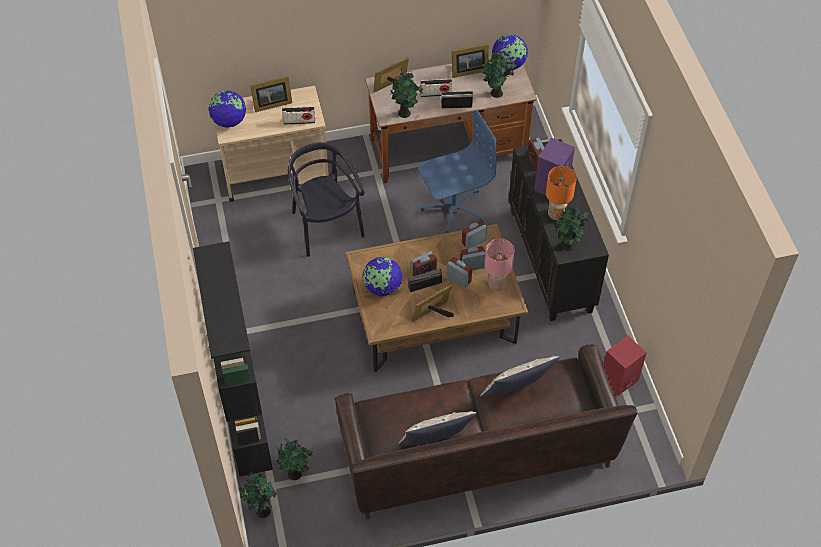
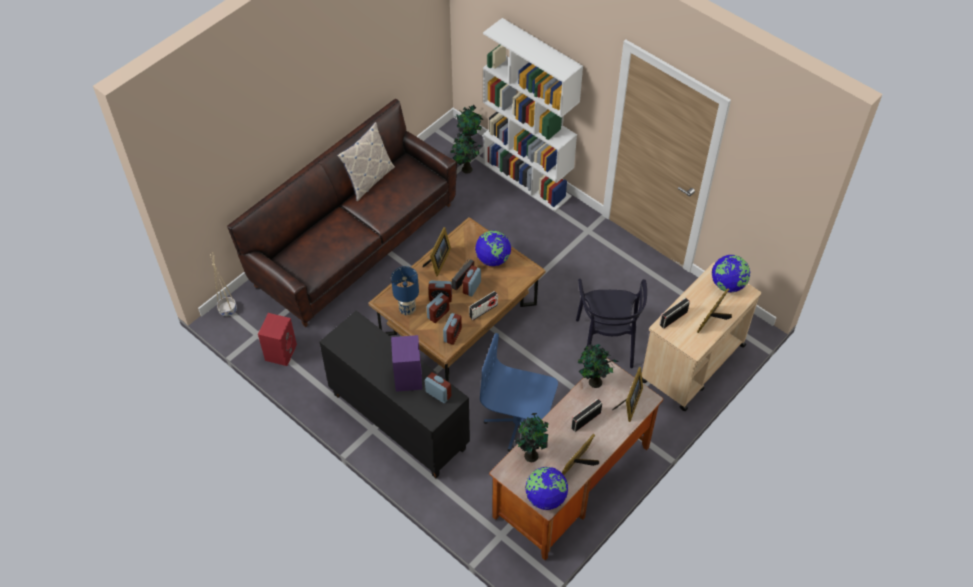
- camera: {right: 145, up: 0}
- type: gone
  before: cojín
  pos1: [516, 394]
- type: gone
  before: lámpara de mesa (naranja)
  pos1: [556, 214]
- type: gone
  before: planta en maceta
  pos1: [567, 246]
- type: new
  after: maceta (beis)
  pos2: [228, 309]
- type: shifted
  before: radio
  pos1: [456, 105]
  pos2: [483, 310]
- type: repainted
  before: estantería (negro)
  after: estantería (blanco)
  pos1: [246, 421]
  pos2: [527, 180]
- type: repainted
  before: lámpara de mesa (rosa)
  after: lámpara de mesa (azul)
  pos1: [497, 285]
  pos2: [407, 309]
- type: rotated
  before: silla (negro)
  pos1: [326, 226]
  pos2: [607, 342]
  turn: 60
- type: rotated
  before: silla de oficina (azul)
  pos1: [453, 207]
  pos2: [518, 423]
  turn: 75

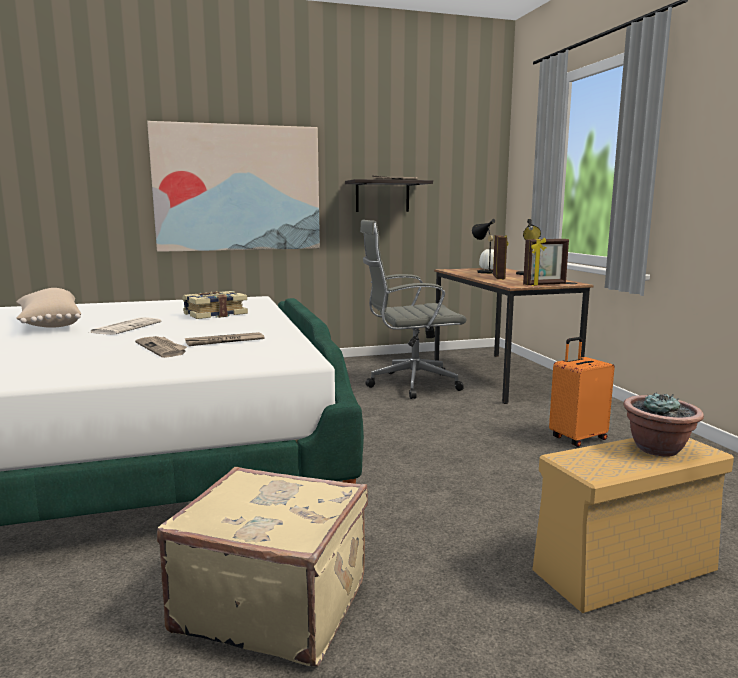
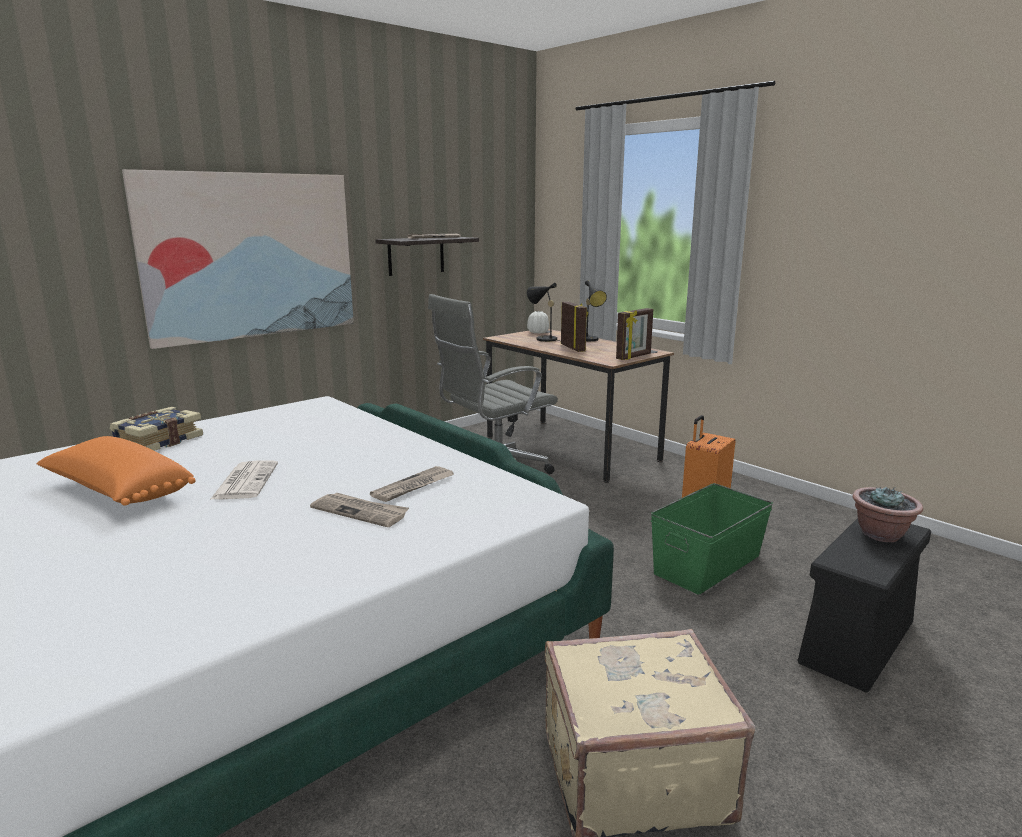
- camera: {right: -25, up: 5}
- type: new
  after: caja de almacenaje (verde)
  pos2: [708, 564]
- type: shifted
  before: libro
  pos1: [215, 314]
  pos2: [158, 441]
- type: repainted
  before: cojín (beis)
  after: cojín (naranja)
  pos1: [49, 324]
  pos2: [117, 491]
- type: repainted
  before: caja de almacenaje (beis)
  after: caja de almacenaje (negro)
  pos1: [623, 572]
  pos2: [857, 643]

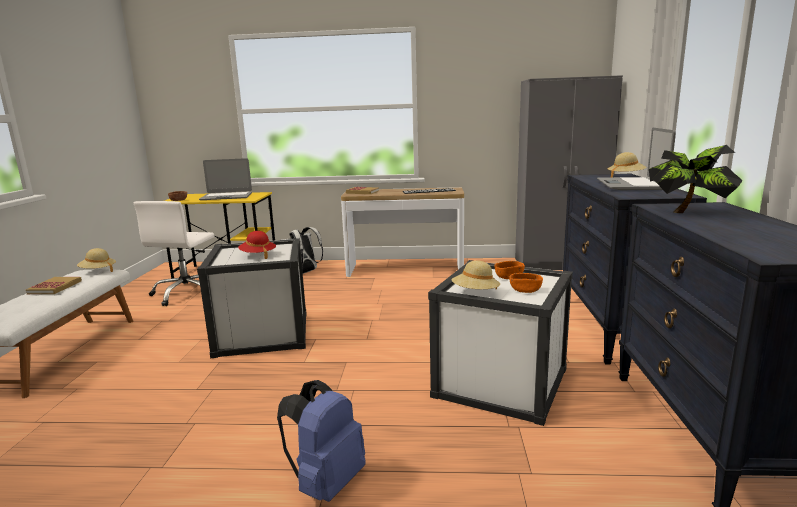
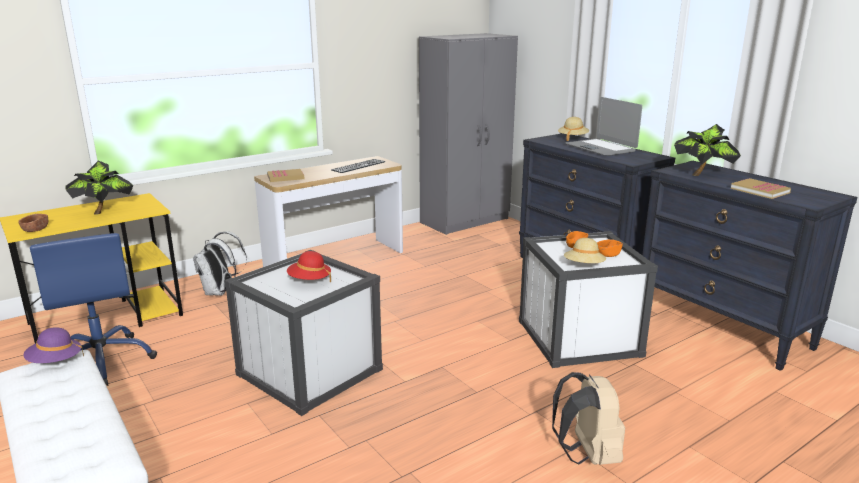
- camera: {right: -40, up: 5}
- type: shifted
  before: libro
  pos1: [55, 287]
  pos2: [760, 190]
- type: swapped
  before: portátil
  after: planta en maceta
  pos1: [226, 197]
  pos2: [104, 211]
- type: repainted
  before: sombrero (beis)
  after: sombrero (morado)
  pos1: [98, 271]
  pos2: [55, 362]
- type: repainted
  before: silla de oficina (blanco)
  after: silla de oficina (azul)
  pos1: [187, 293]
  pos2: [103, 361]
- type: repainted
  before: mochila (azul)
  after: mochila (beis)
  pos1: [326, 482]
  pos2: [587, 455]

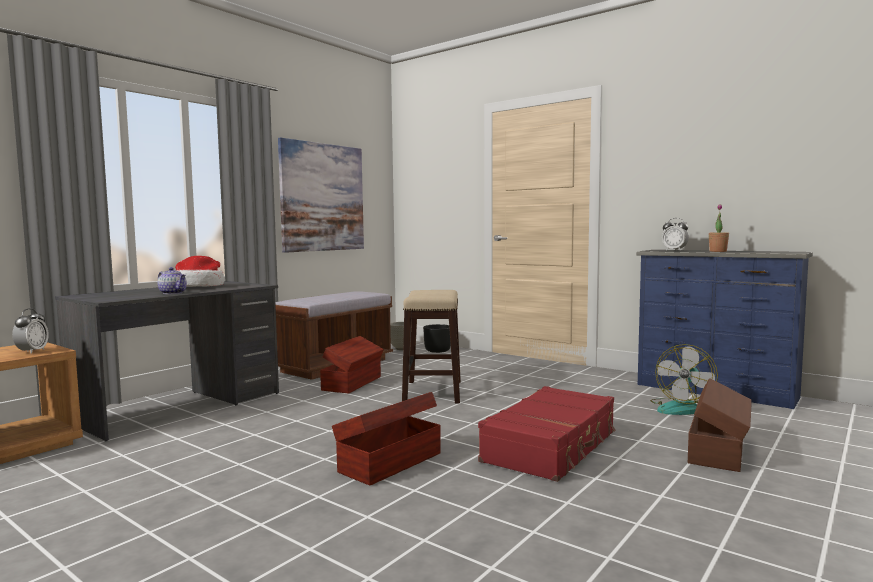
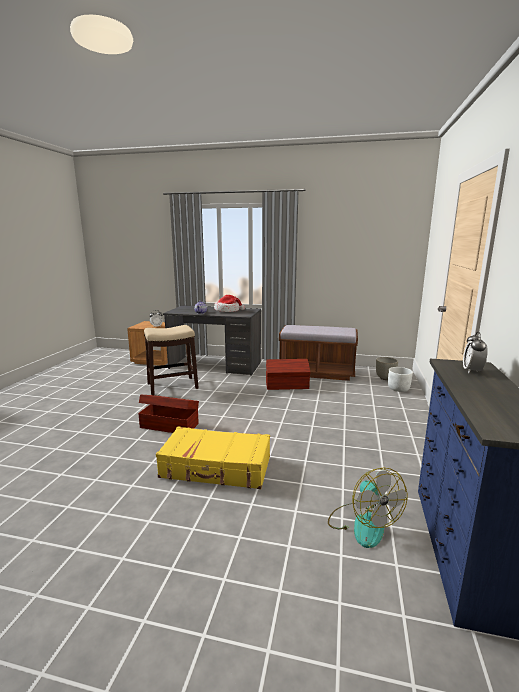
- camera: {right: 65, up: 10}
- type: gone
  before: cuadro
  pos1: [322, 197]
- type: gone
  before: caja de almacenaje (marrón)
  pos1: [718, 450]
- type: gone
  before: planta en maceta
  pos1: [718, 251]
- type: shifted
  before: taburete
  pos1: [433, 392]
  pos2: [172, 386]
- type: repainted
  before: maceta (negro)
  after: maceta (blanco)
  pos1: [437, 351]
  pos2: [398, 389]
- type: repainted
  before: maleta (rojo)
  after: maleta (amarillo)
  pos1: [551, 447]
  pos2: [216, 468]
- type: rotated
  before: ventilador
  pos1: [681, 408]
  pos2: [362, 524]
  turn: -120

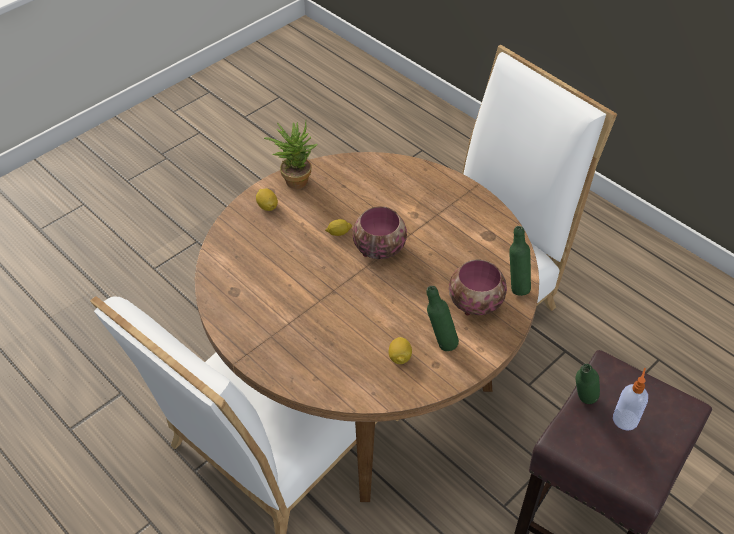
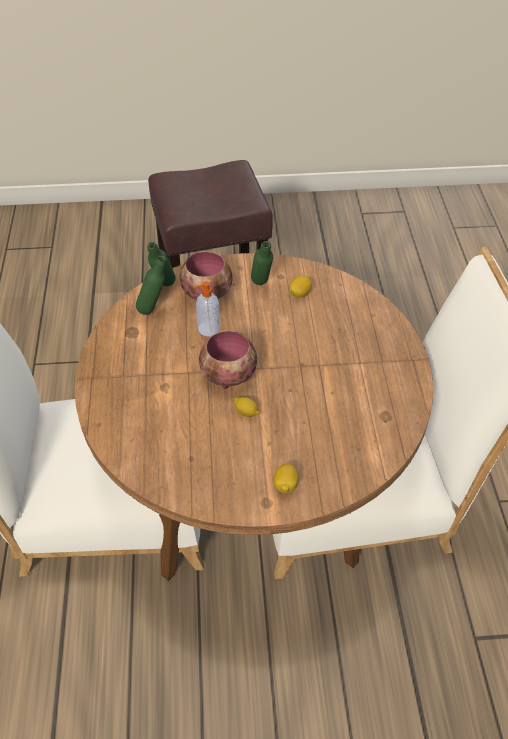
- camera: {right: -140, up: 0}
- type: gone
  before: planta en maceta
  pos1: [294, 178]
- type: shifted
  before: botella (verde)
  pos1: [581, 403]
  pos2: [154, 310]
- type: shifted
  before: dispensador de jabón
  pos1: [625, 418]
  pos2: [208, 329]

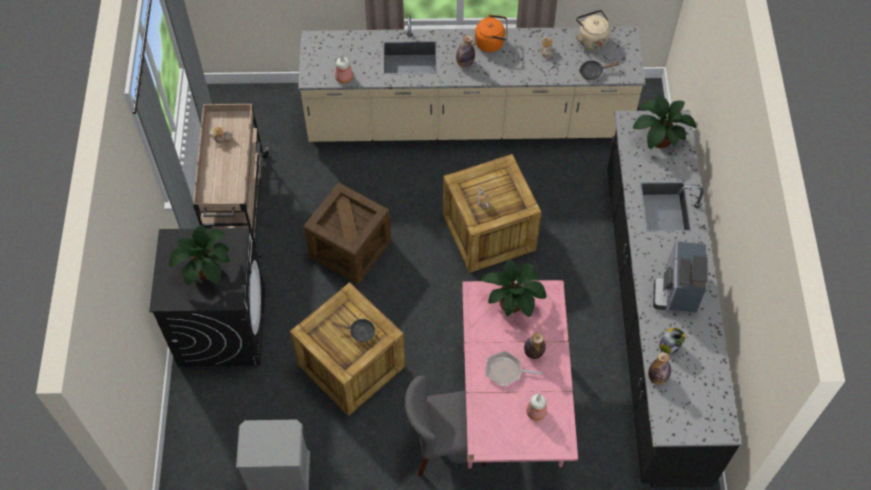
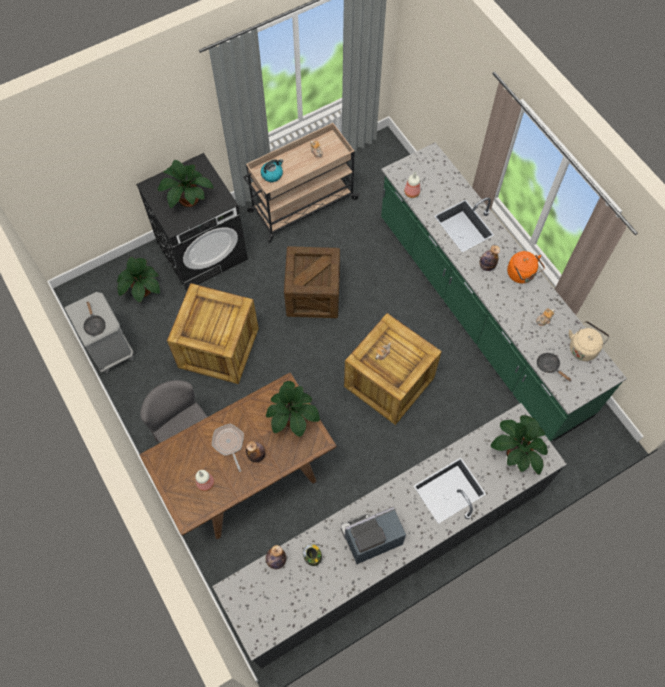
- camera: {right: 60, up: 5}
- type: new
  after: planta en maceta
  pos2: [142, 290]
- type: new
  after: hervidor
  pos2: [272, 174]
- type: shifted
  before: sartén (negro)
  pos1: [359, 332]
  pos2: [94, 325]
- type: repainted
  before: mueble bajo de cocina (beis)
  after: mueble bajo de cocina (verde)
  pos1: [468, 122]
  pos2: [480, 315]
- type: repainted
  before: mesa de comedor (rosa)
  after: mesa de comedor (marrón)
  pos1: [512, 407]
  pos2: [246, 476]

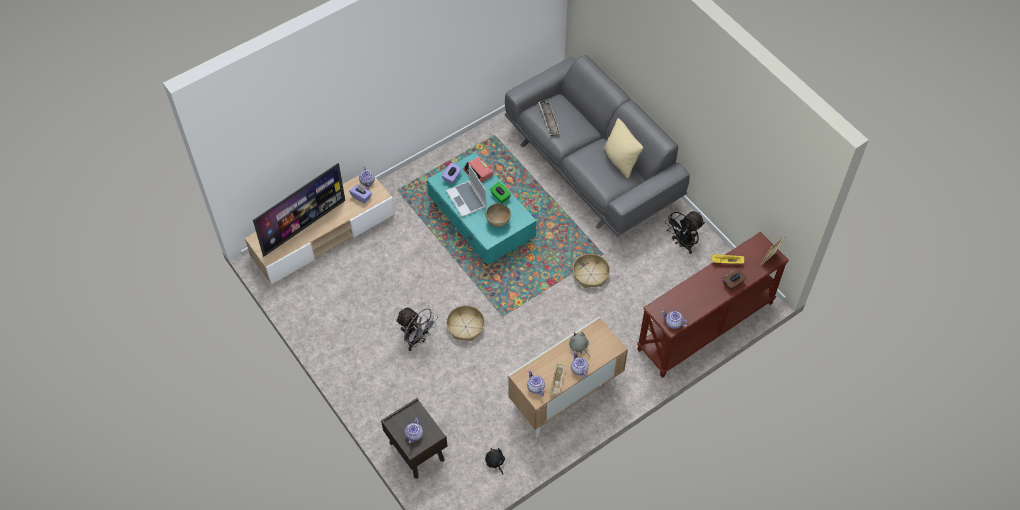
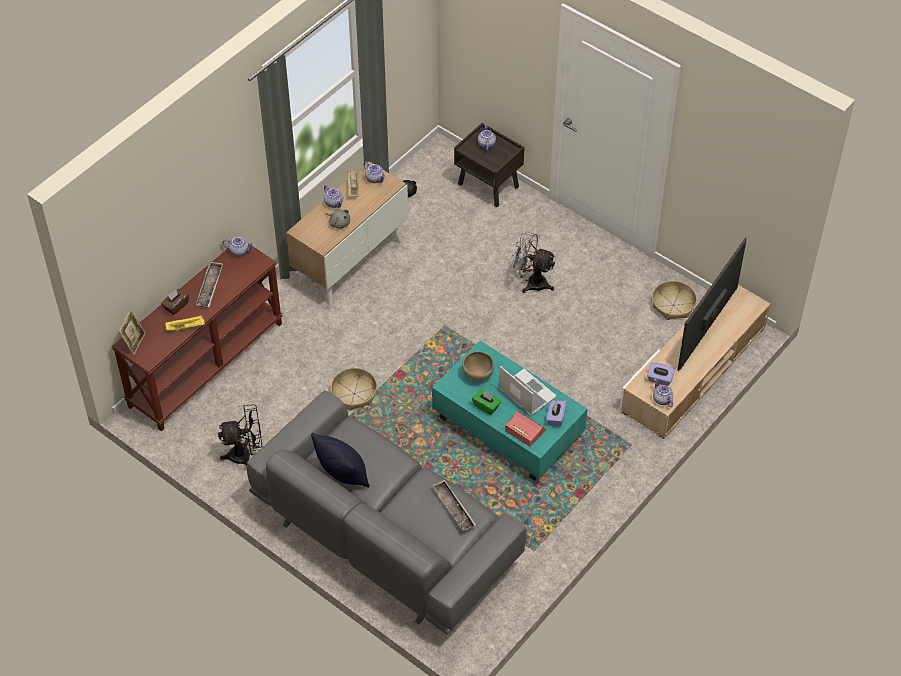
- camera: {right: 165, up: -5}
- type: new
  after: bandeja
  pos2: [210, 287]
- type: shifted
  before: cesta
  pos1: [465, 326]
  pos2: [673, 305]
- type: repainted
  before: cojín (beis)
  after: cojín (negro)
  pos1: [620, 161]
  pos2: [342, 475]
- type: rotated
  before: ventilador (negro)
  pos1: [683, 244]
  pos2: [246, 455]
  turn: 45

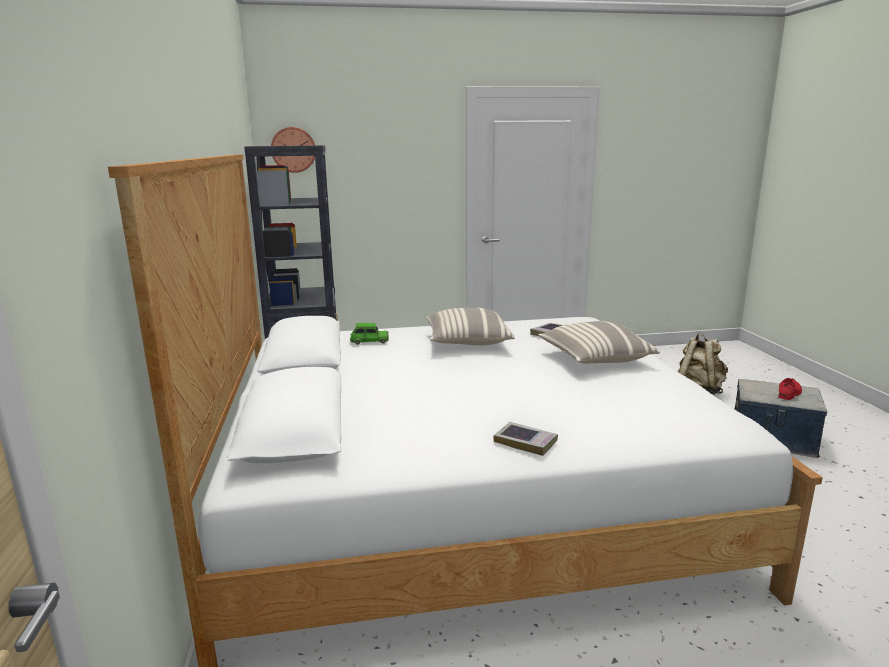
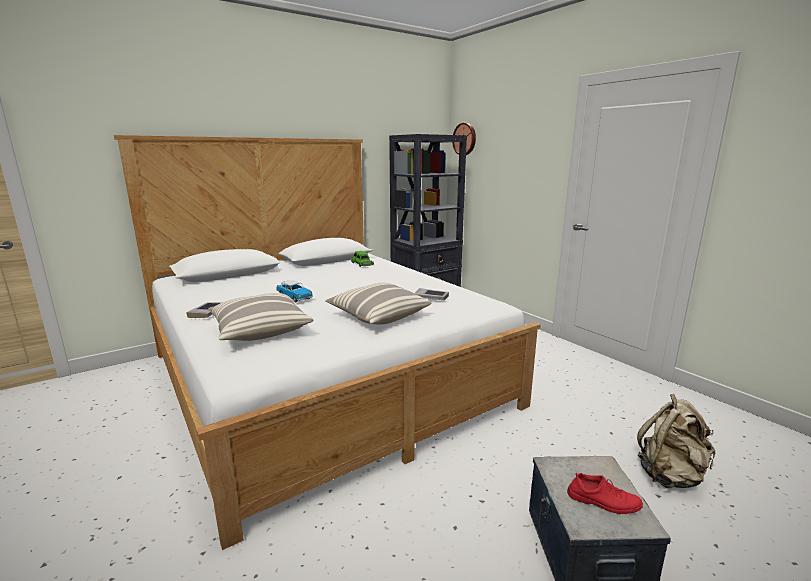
- camera: {right: 65, up: 0}
- type: new
  after: coche de juguete
  pos2: [294, 297]
- type: shifted
  before: cojín
  pos1: [467, 341]
  pos2: [259, 330]

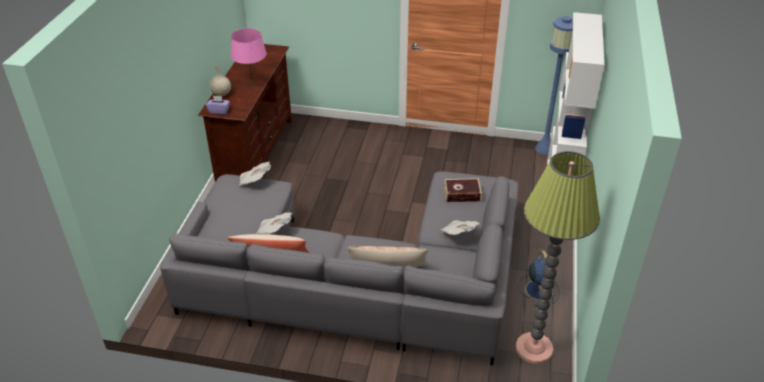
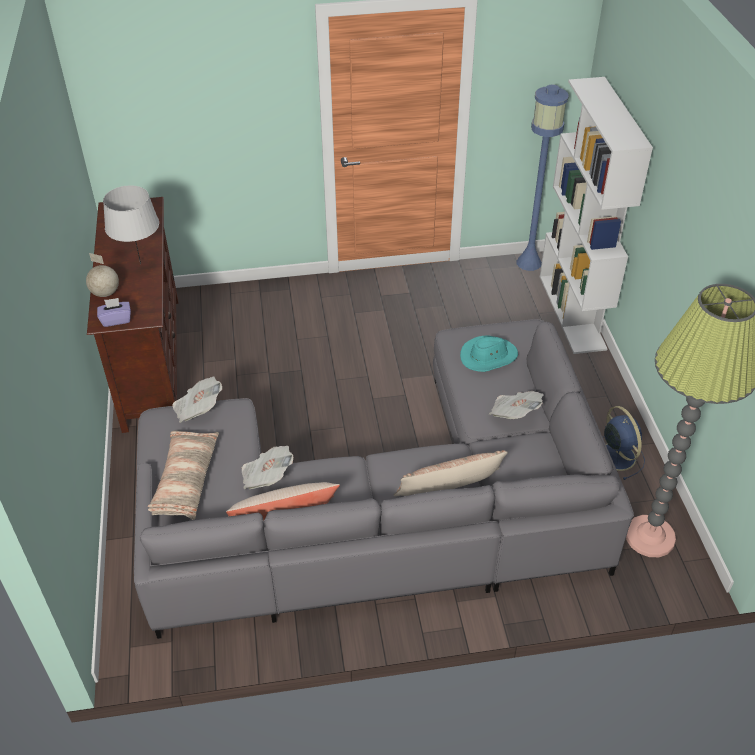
- camera: {right: -20, up: 5}
- type: new
  after: cojín
  pos2: [185, 480]
- type: swapped
  before: libro
  after: sombrero (turquesa)
  pos1: [462, 194]
  pos2: [488, 356]
- type: repainted
  before: lámpara de mesa (rosa)
  after: lámpara de mesa (gris)
  pos1: [252, 82]
  pos2: [140, 264]

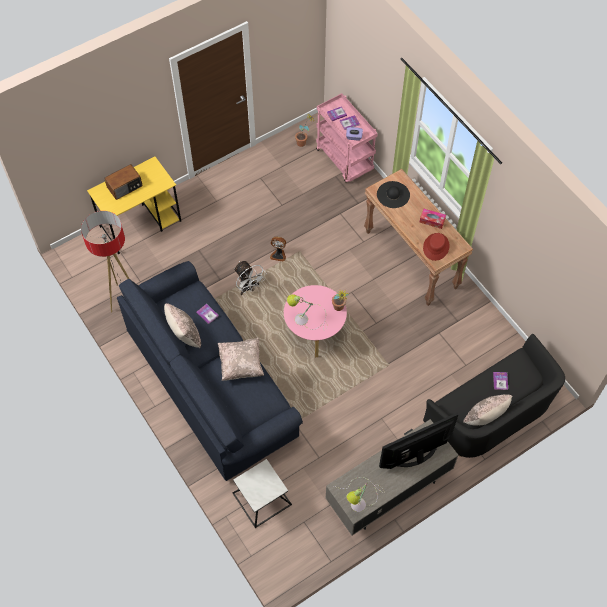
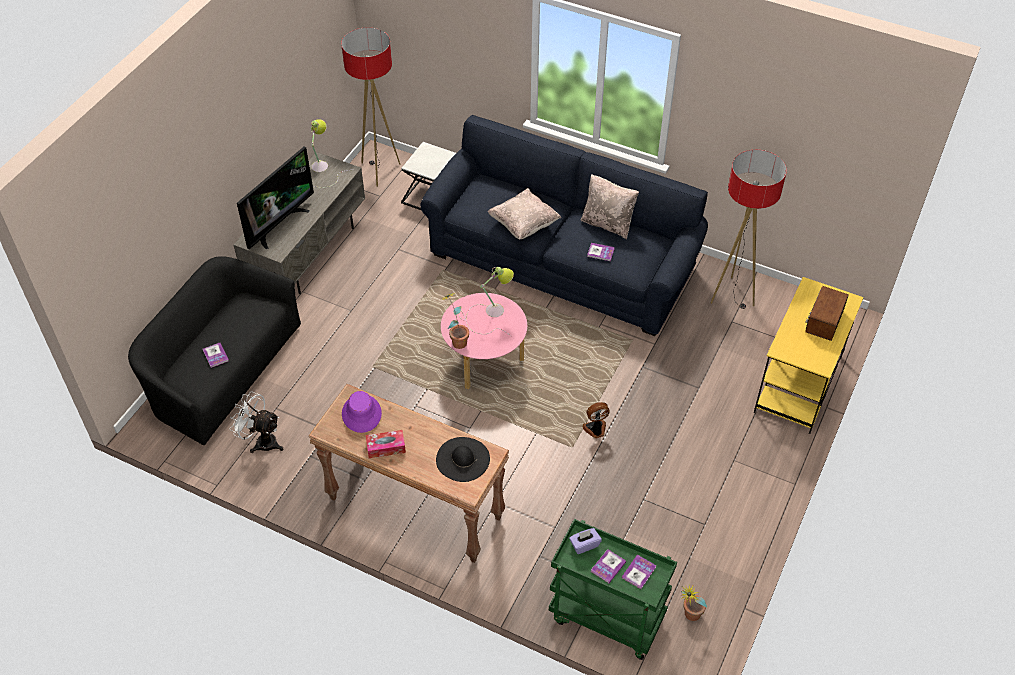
- camera: {right: 150, up: -10}
- type: gone
  before: cojín (beis)
  pos1: [485, 418]
- type: new
  after: lámpara de pie
  pos2: [379, 171]
- type: shifted
  before: ventilador (blanco)
  pos1: [249, 288]
  pos2: [261, 441]
- type: repainted
  before: carrito (rosa)
  after: carrito (verde)
  pos1: [345, 160]
  pos2: [605, 618]
- type: repainted
  before: sombrero (rojo)
  after: sombrero (morado)
  pos1: [436, 247]
  pos2: [361, 414]

